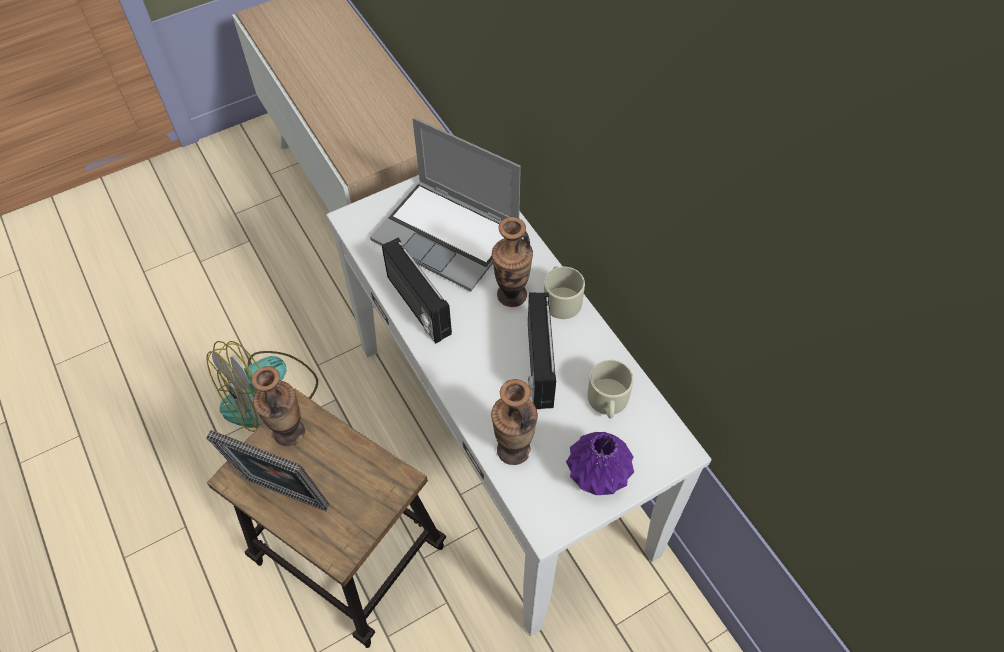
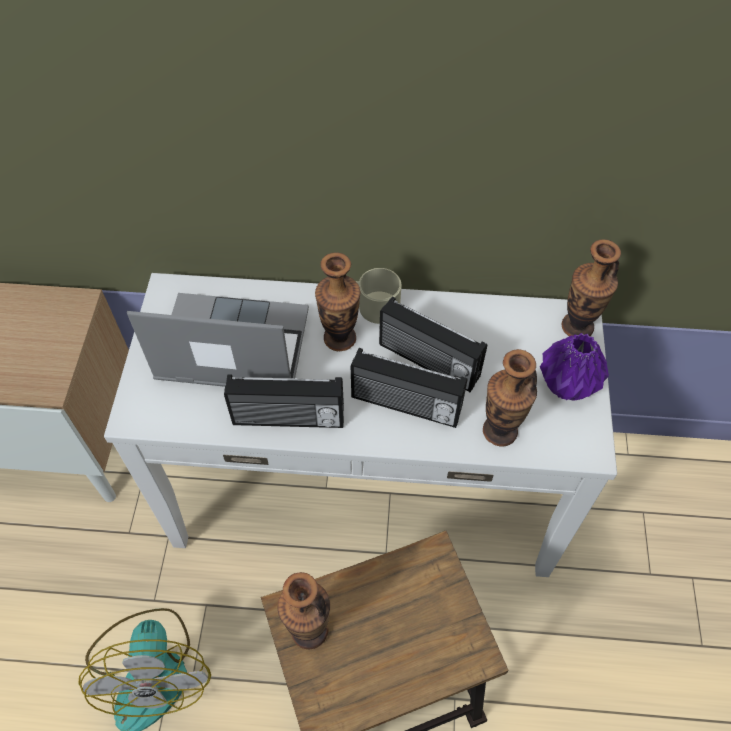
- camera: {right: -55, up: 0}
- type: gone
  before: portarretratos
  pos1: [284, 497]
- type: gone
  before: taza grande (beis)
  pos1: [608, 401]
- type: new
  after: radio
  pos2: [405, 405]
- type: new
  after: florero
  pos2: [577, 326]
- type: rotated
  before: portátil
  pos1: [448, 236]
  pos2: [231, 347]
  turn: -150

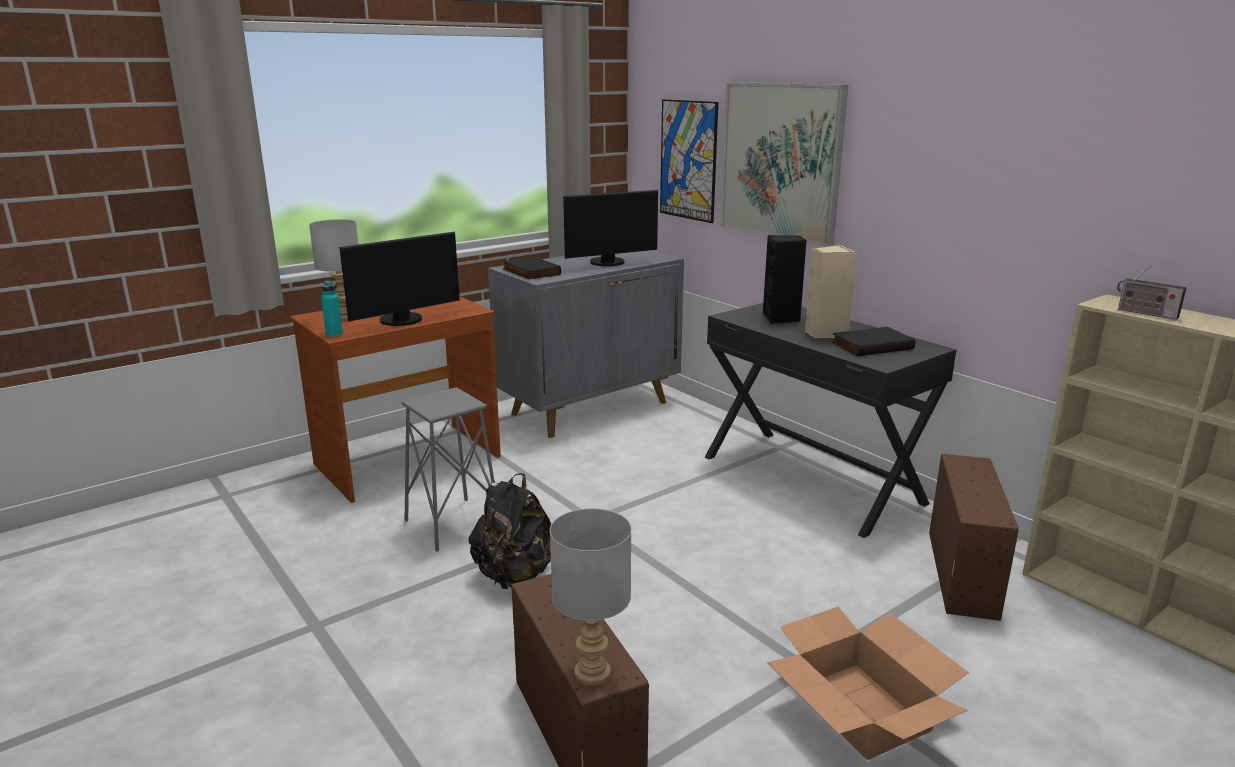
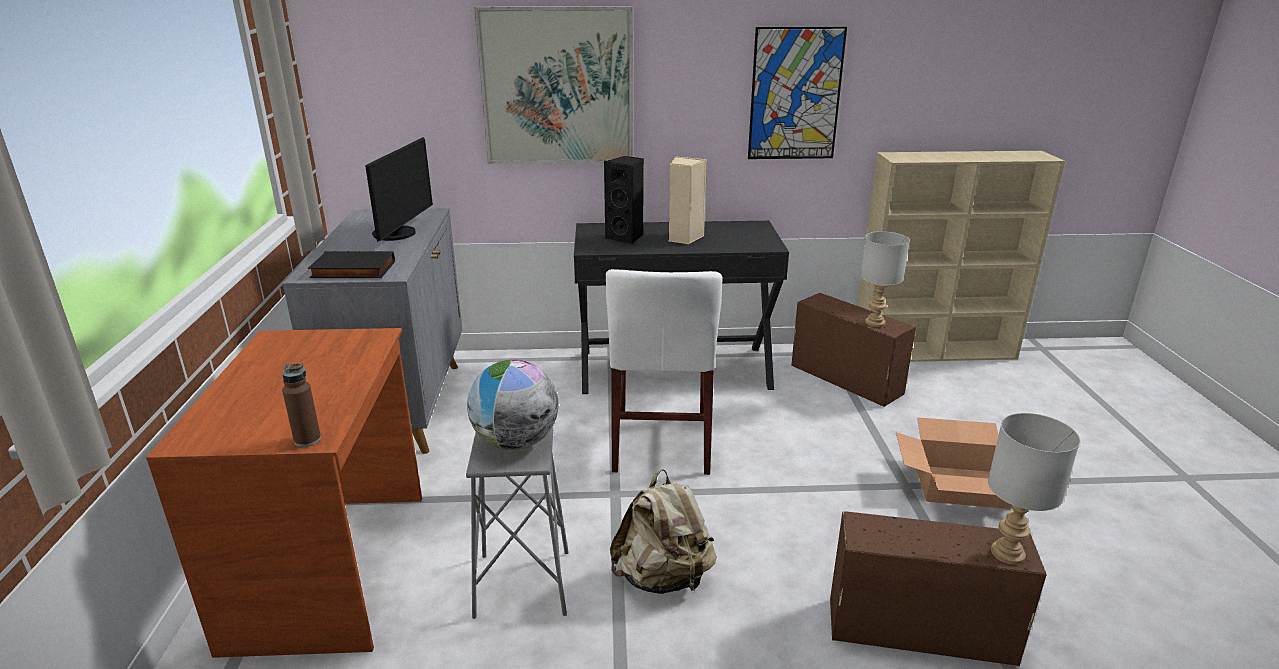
- camera: {right: -55, up: 5}
- type: gone
  before: monitor
  pos1: [403, 321]
- type: gone
  before: libro (negro)
  pos1: [871, 345]
- type: gone
  before: radio
  pos1: [1144, 313]
- type: new
  after: globo terráqueo
  pos2: [516, 442]
- type: new
  after: silla (blanco)
  pos2: [661, 441]
- type: shifted
  before: lámpara de mesa (gris)
  pos1: [344, 317]
  pos2: [876, 323]
- type: shifted
  before: cuadro
  pos1: [688, 160]
  pos2: [795, 94]
- type: repainted
  before: botella (turquesa)
  after: botella (marrón)
  pos1: [334, 334]
  pos2: [307, 440]
- type: repainted
  before: mochila (negro)
  after: mochila (beis)
  pos1: [514, 575]
  pos2: [663, 578]

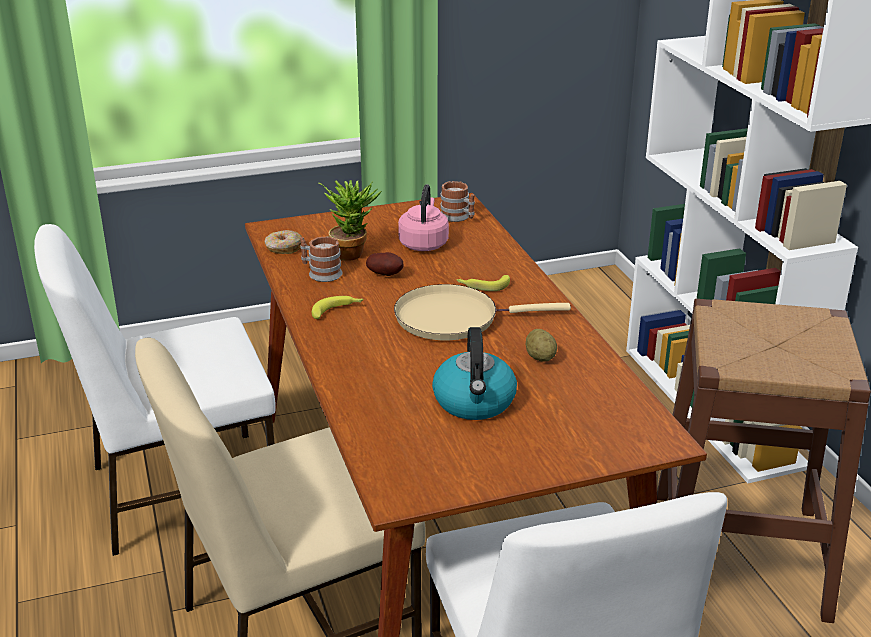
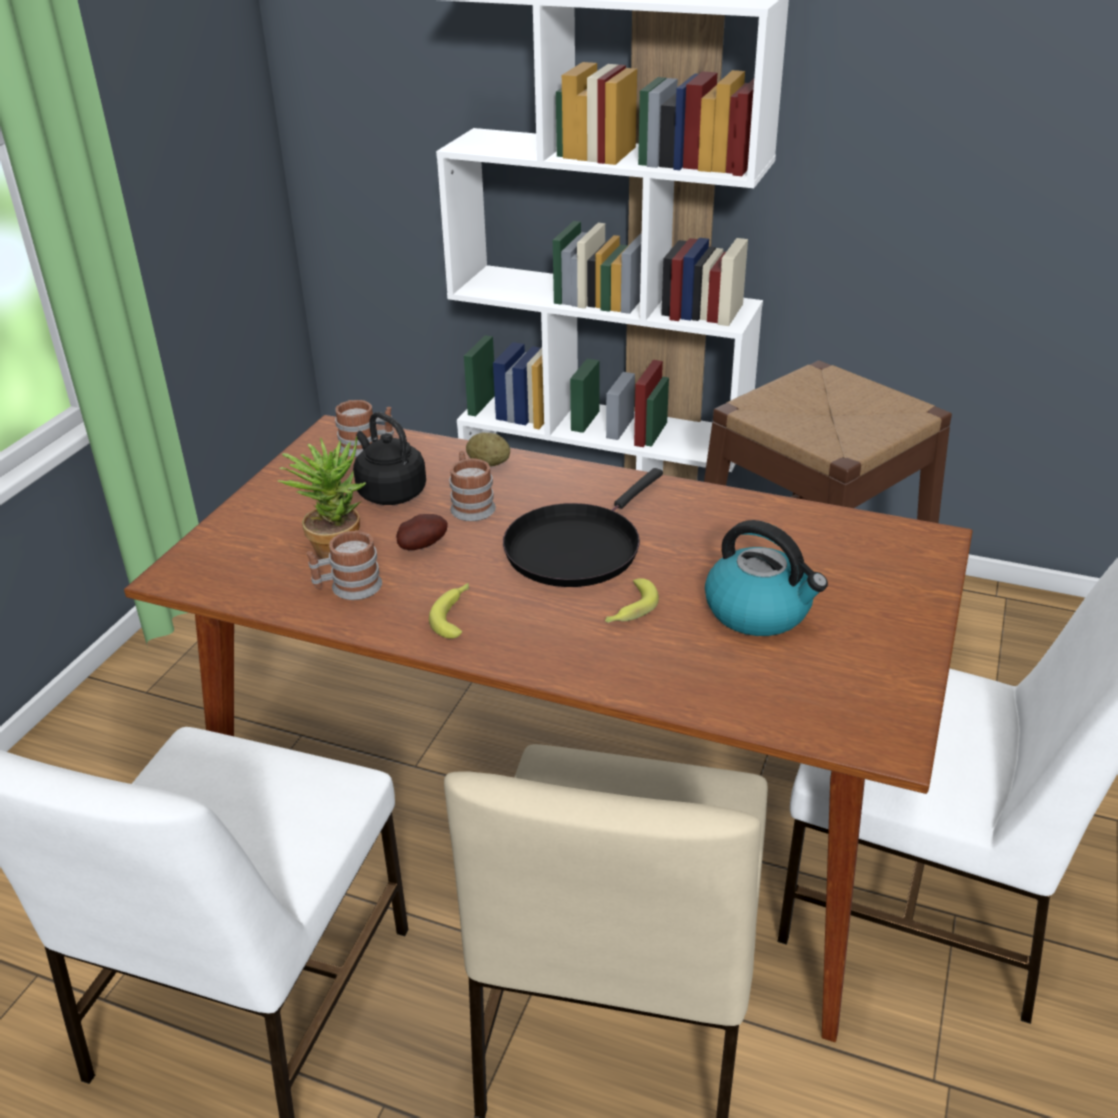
- camera: {right: -50, up: 5}
- type: gone
  before: rosquilla
  pos1: [283, 248]
- type: new
  after: taza grande
  pos2: [471, 505]
- type: shifted
  before: plátano
  pos1: [483, 286]
  pos2: [629, 610]
- type: shifted
  before: patata
  pos1: [540, 357]
  pos2: [488, 463]
- type: repainted
  before: sartén (beis)
  after: sartén (negro)
  pos1: [453, 318]
  pos2: [577, 547]
- type: repainted
  before: hervidor (rosa)
  after: hervidor (negro)
  pos1: [424, 243]
  pos2: [389, 492]

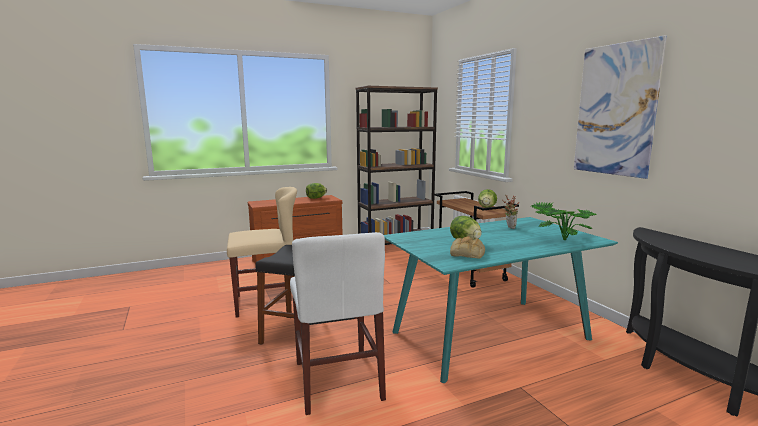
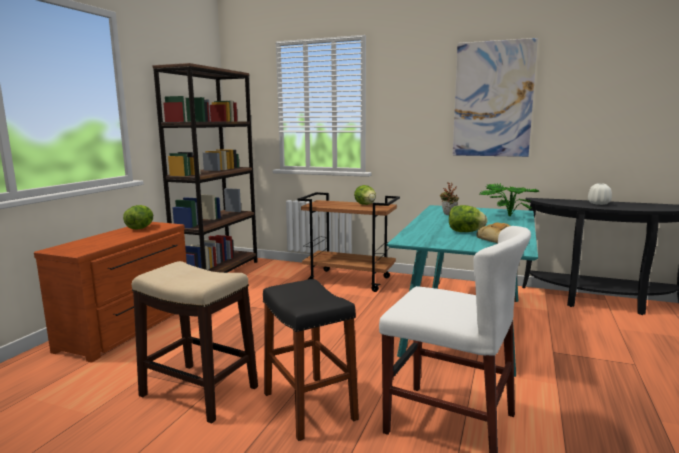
- camera: {right: -45, up: 0}
- type: new
  after: florero (blanco)
  pos2: [598, 203]
- type: swapped
  before: silla (beis)
  after: taburete
  pos1: [267, 302]
  pos2: [200, 392]

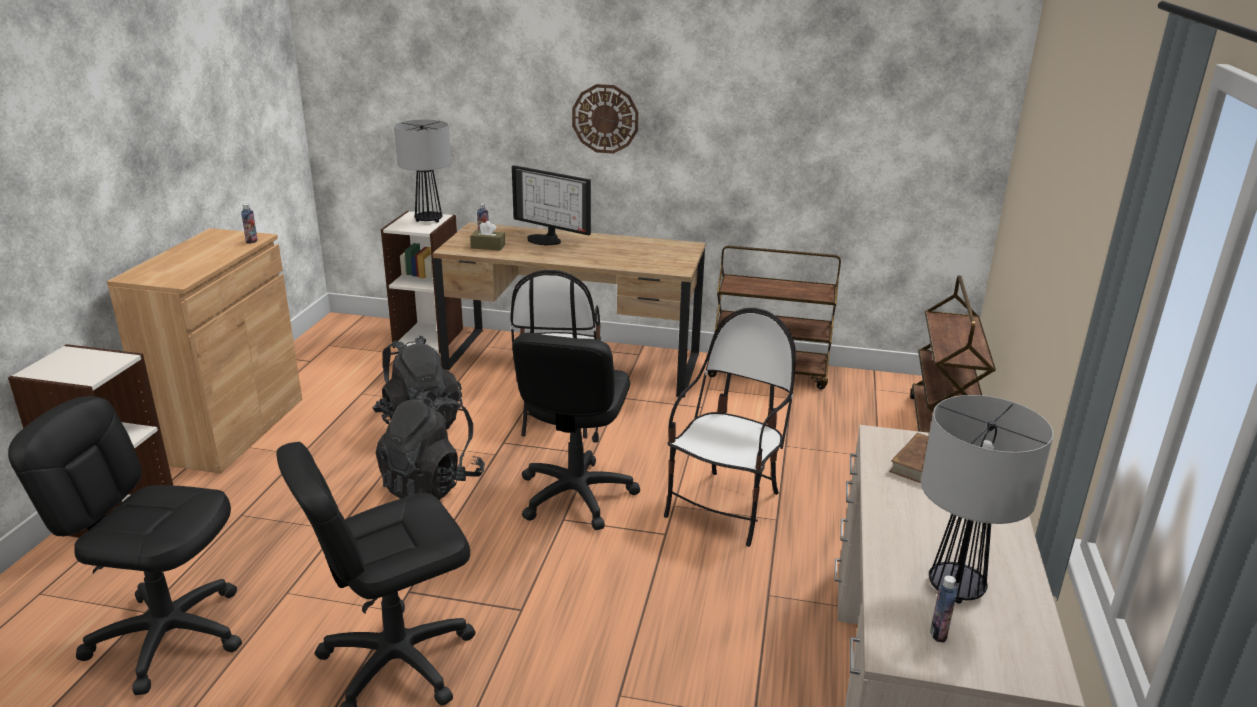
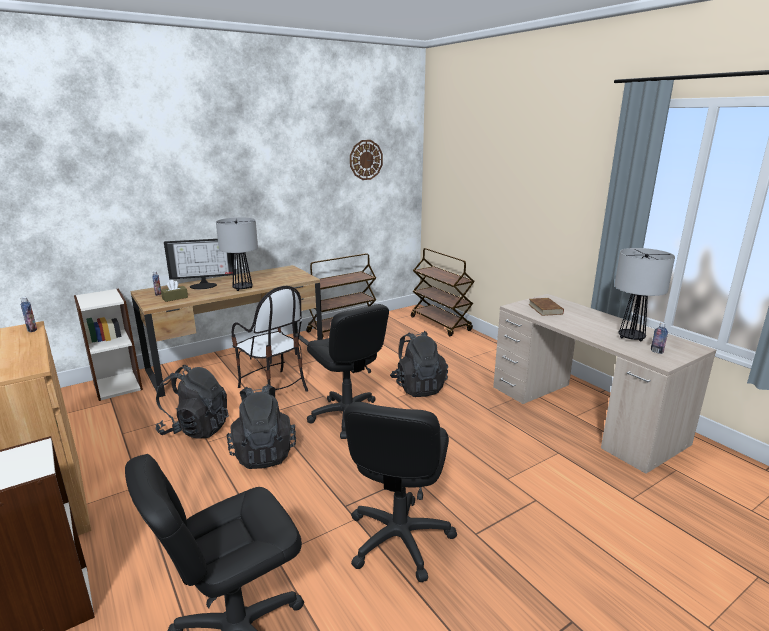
- camera: {right: -45, up: -5}
- type: shifted
  before: lámpara de mesa
  pos1: [428, 220]
  pos2: [242, 288]
- type: shifted
  before: reloj de pared
  pos1: [605, 119]
  pos2: [366, 160]
- type: swapped
  before: silla
  after: mochila (negro)
  pos1: [726, 508]
  pos2: [418, 387]

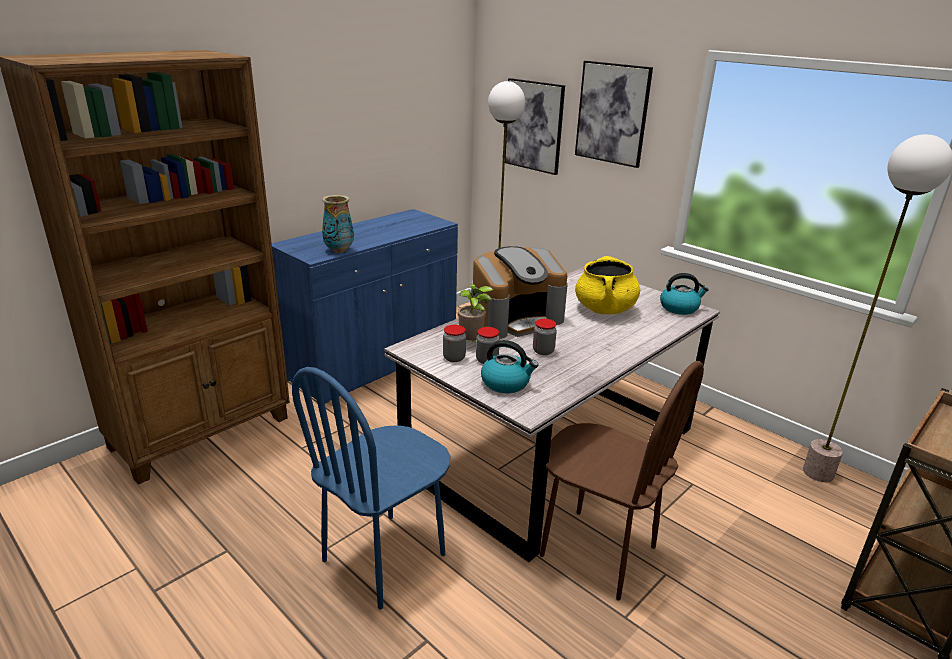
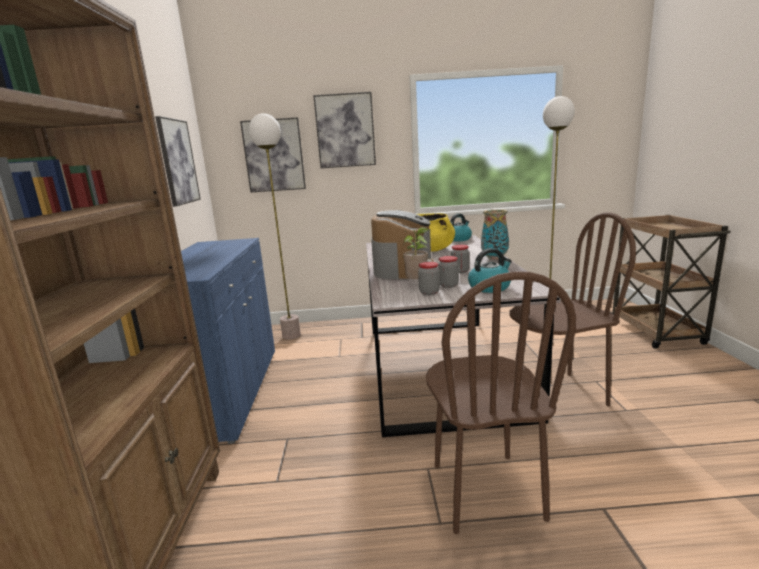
- camera: {right: -45, up: -10}
- type: new
  after: cuadro
  pos2: [178, 162]
- type: shifted
  before: florero
  pos1: [339, 251]
  pos2: [494, 258]
- type: repainted
  before: silla (azul)
  after: silla (marrón)
  pos1: [384, 558]
  pos2: [485, 491]

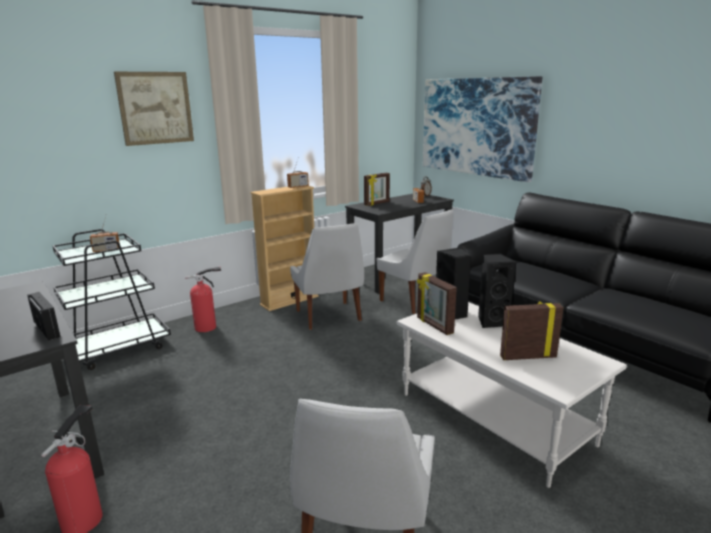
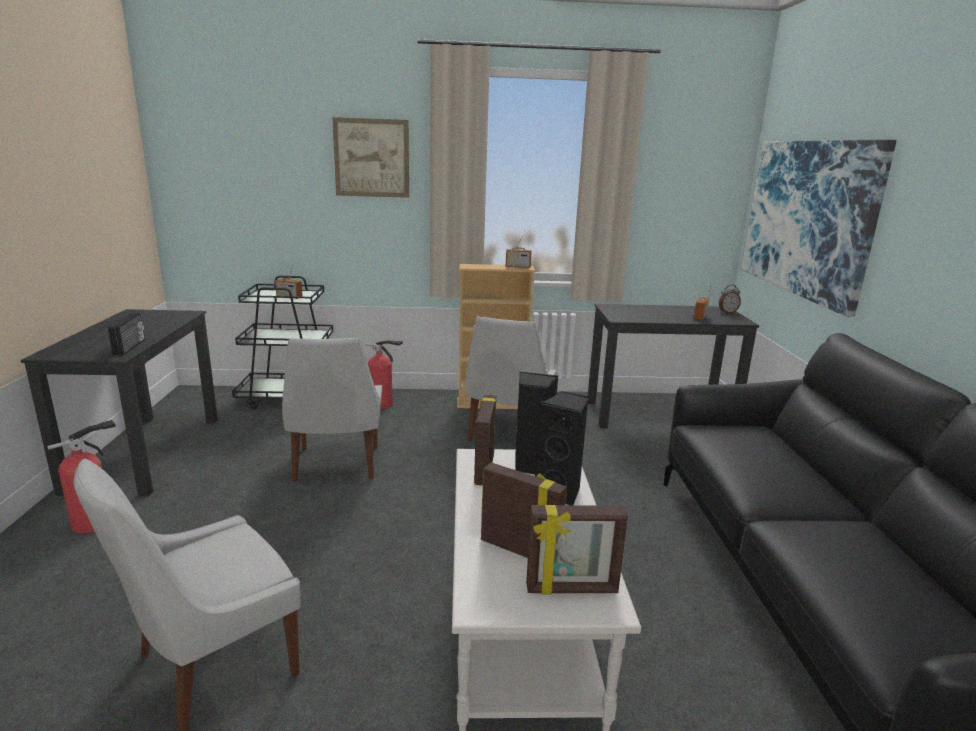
- camera: {right: 35, up: 0}
- type: shifted
  before: portarretratos
  pos1: [377, 203]
  pos2: [572, 590]
- type: shifted
  before: silla (blanco)
  pos1: [415, 301]
  pos2: [336, 465]

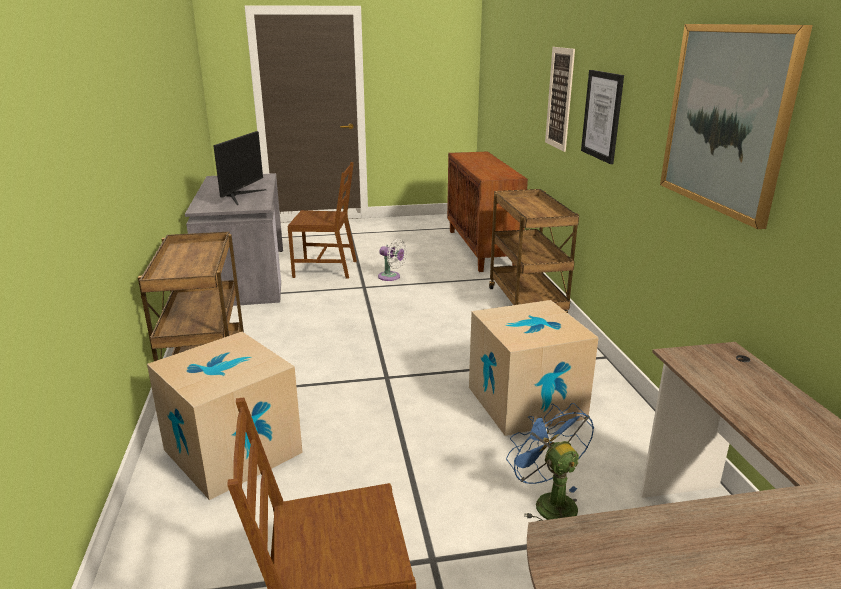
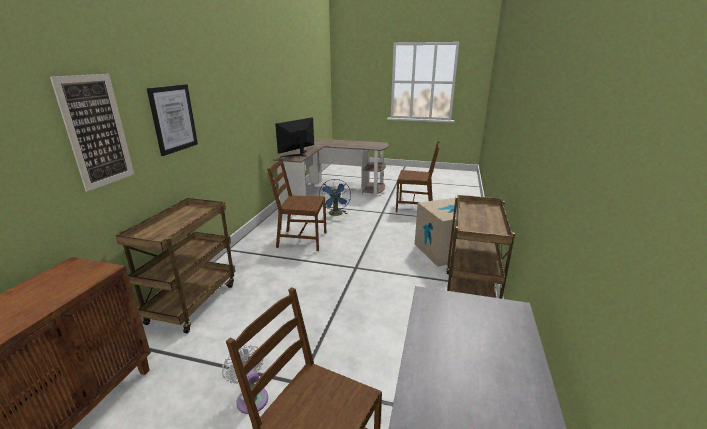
- camera: {right: -155, up: 0}
- type: gone
  before: cuadro
  pos1: [726, 119]
- type: shifted
  before: monitor
  pos1: [240, 196]
  pos2: [298, 154]
- type: swapped
  before: caja de cartón
  after: silla (marrón)
  pos1: [526, 402]
  pos2: [301, 240]

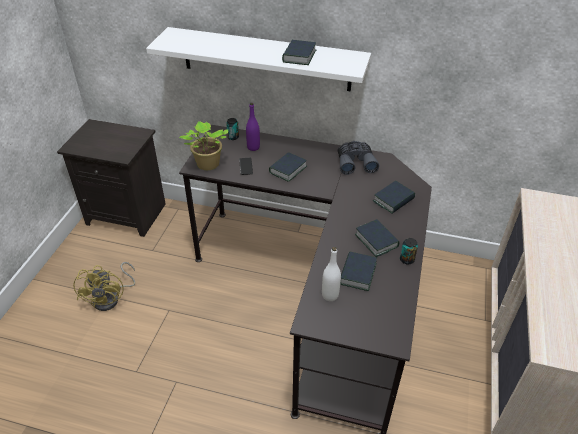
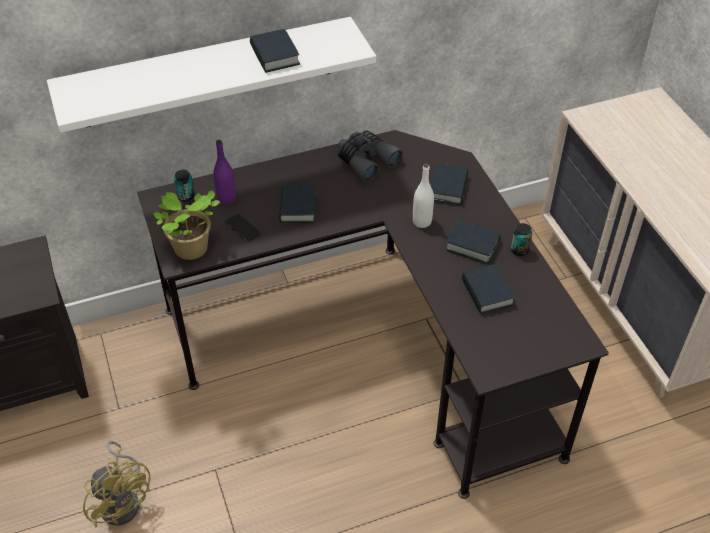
- camera: {right: -35, up: 5}
- type: shifted
  before: botella (blanco)
  pos1: [330, 295]
  pos2: [422, 222]

